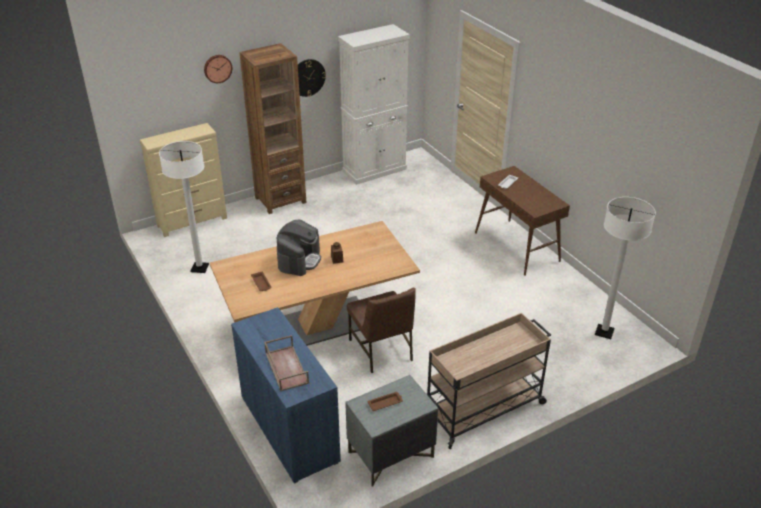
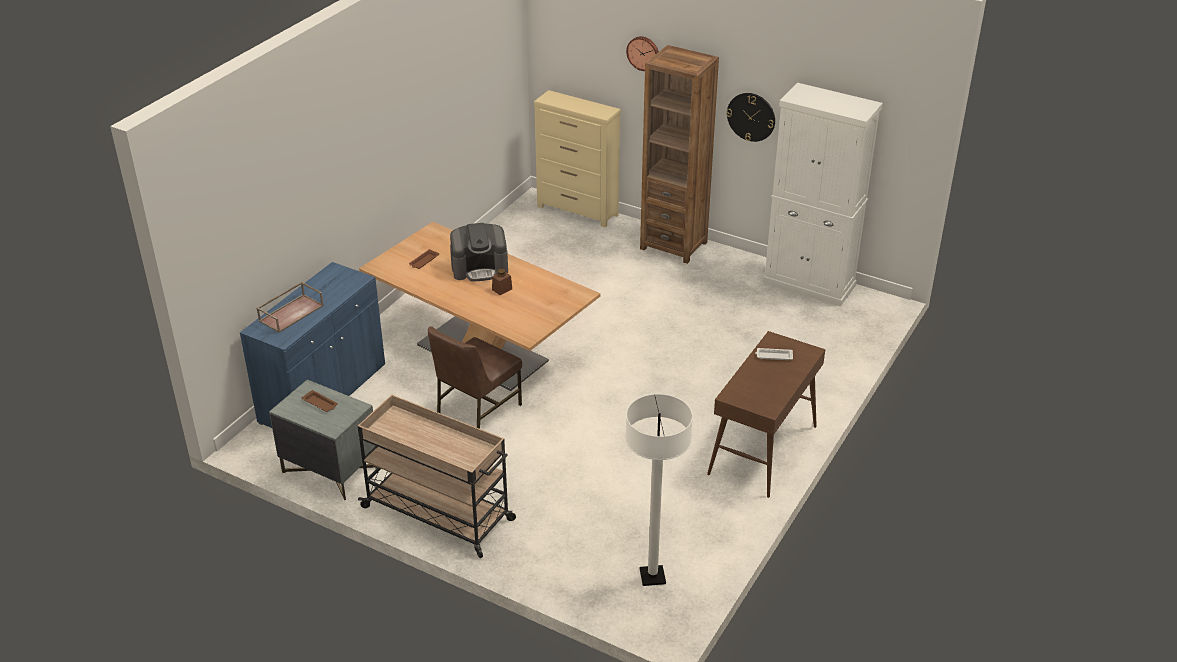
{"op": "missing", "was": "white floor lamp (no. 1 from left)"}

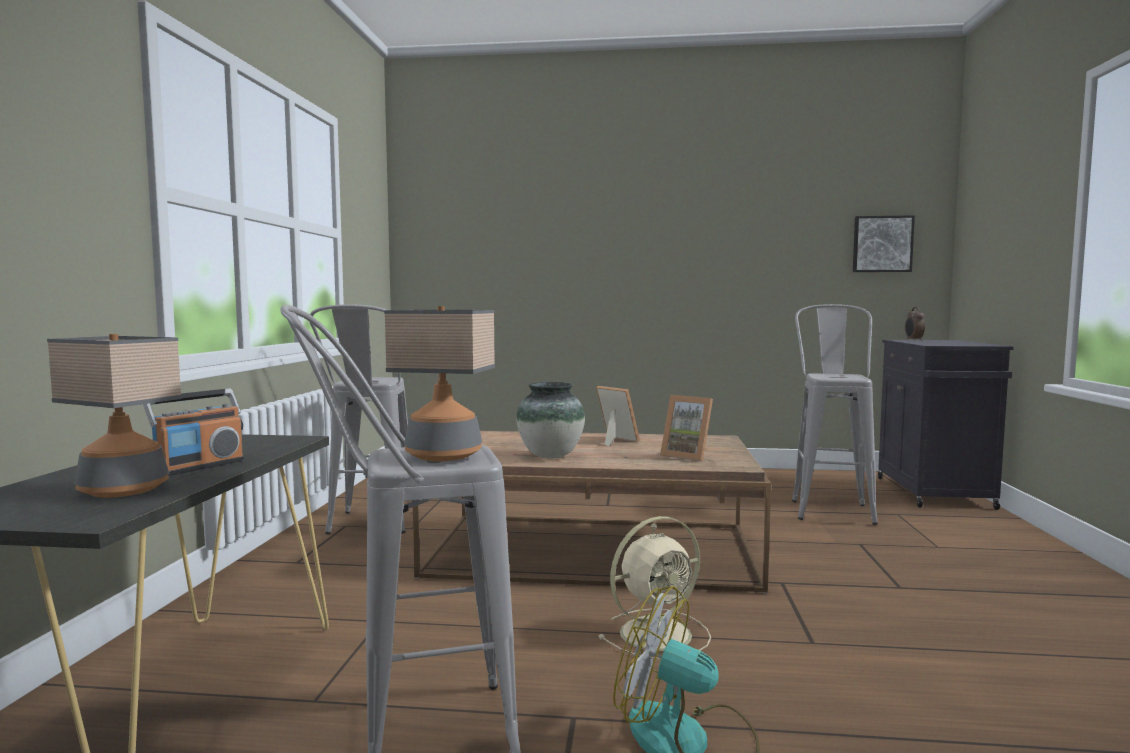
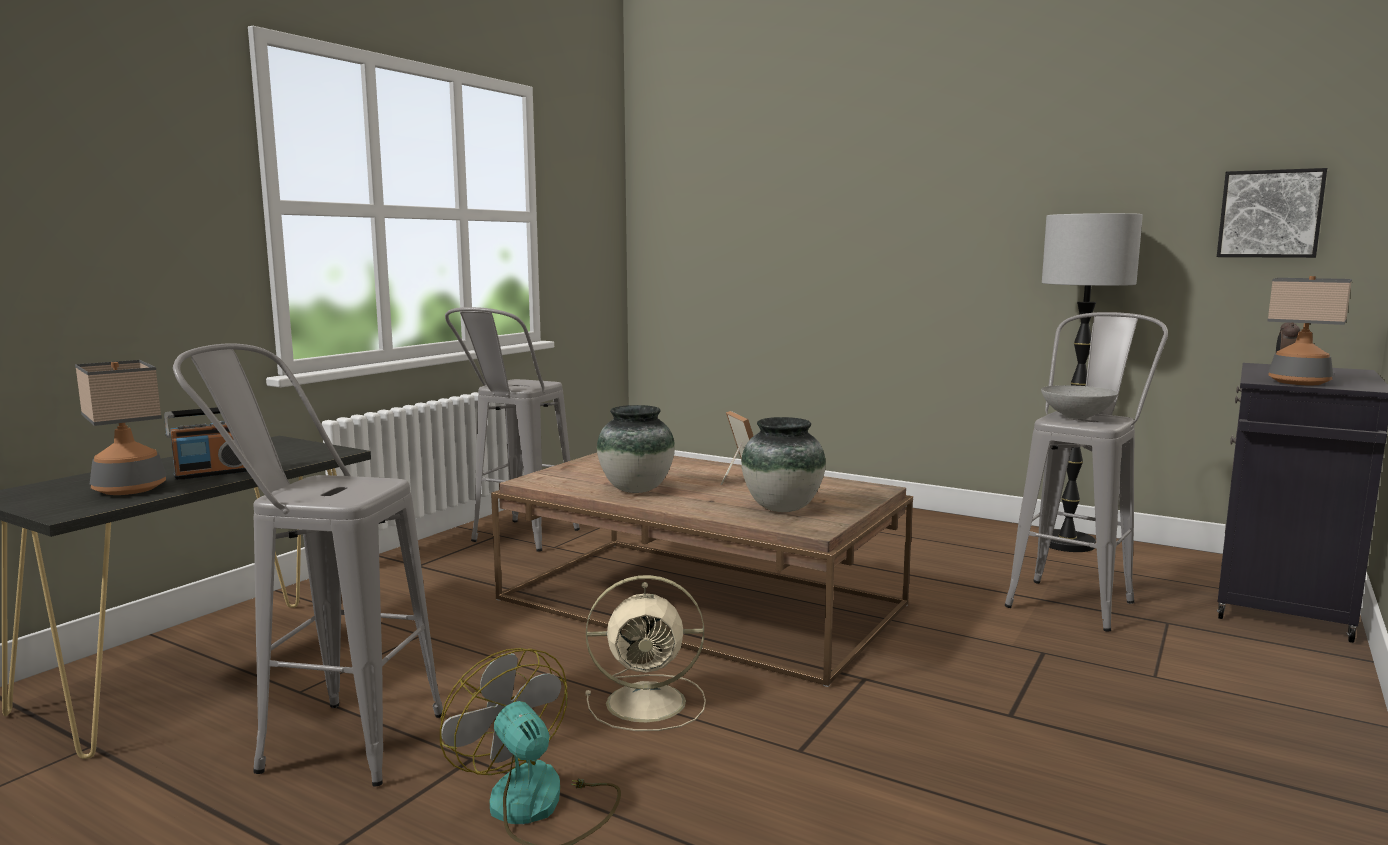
{"op": "exchanged", "was": "picture frame (no. 2 from left)", "now": "vase (no. 2 from left)"}
{"op": "appeared", "now": "grey bowl"}
{"op": "appeared", "now": "floor lamp"}
{"op": "relocated", "was": "table lamp (no. 2 from left)"}

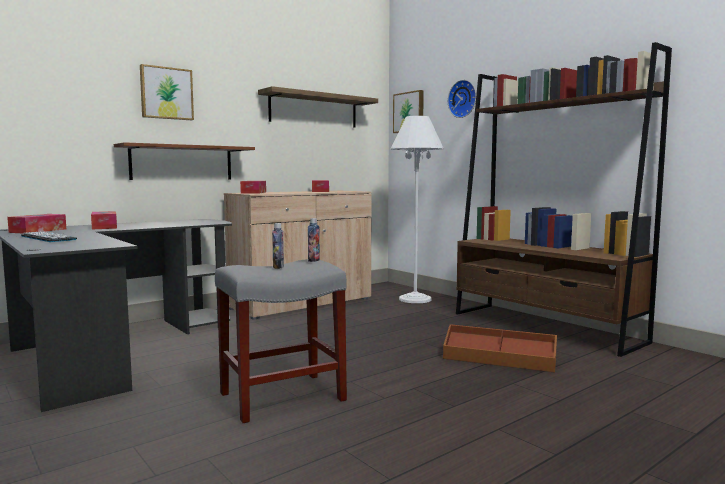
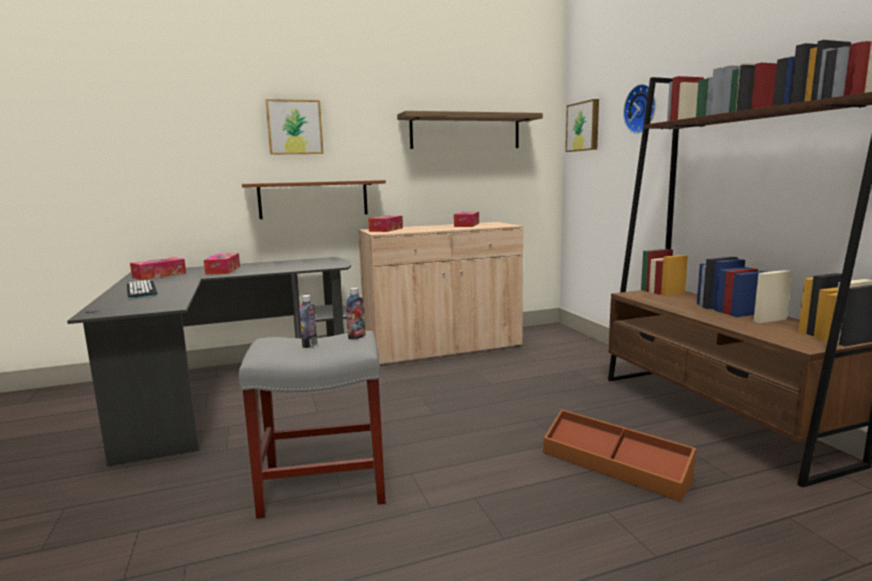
{"op": "missing", "was": "white floor lamp"}

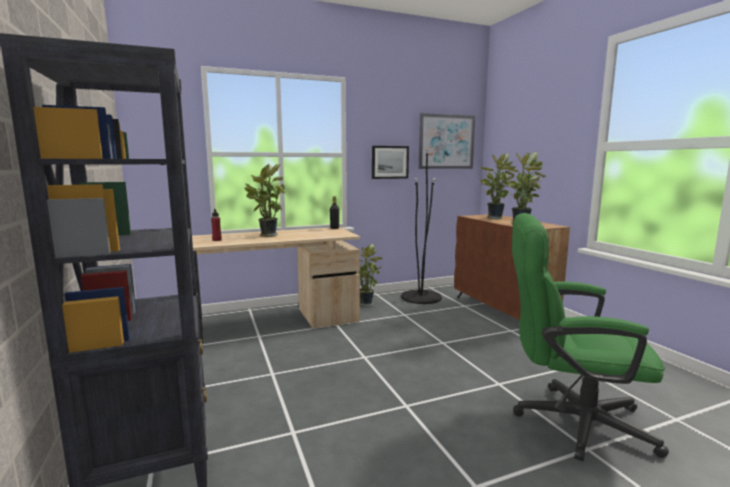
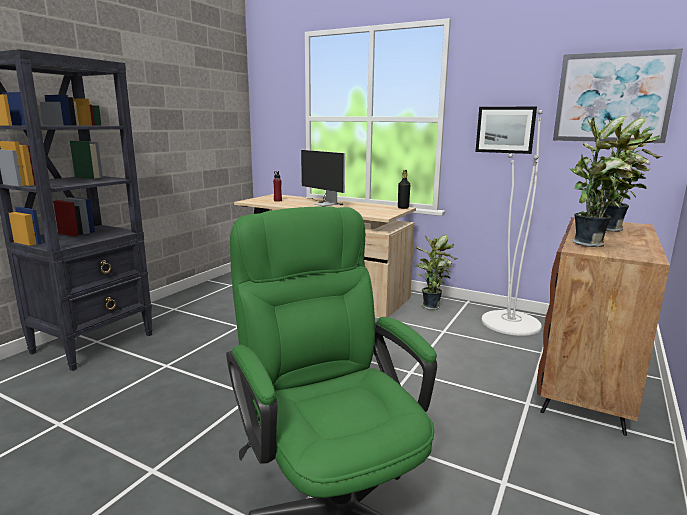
{"op": "exchanged", "was": "potted plant (no. 1 from left)", "now": "monitor"}
{"op": "colour", "was": "black floor lamp", "now": "white floor lamp"}

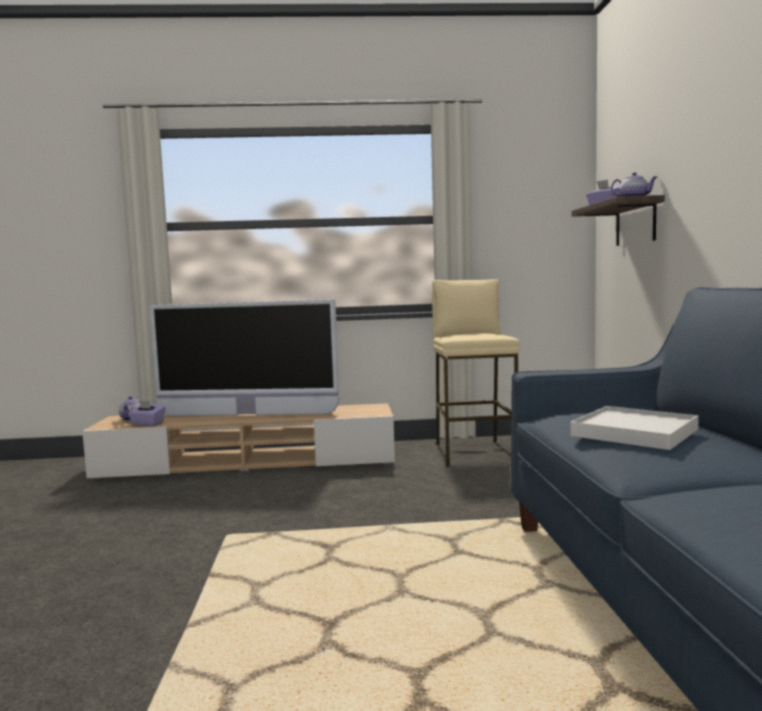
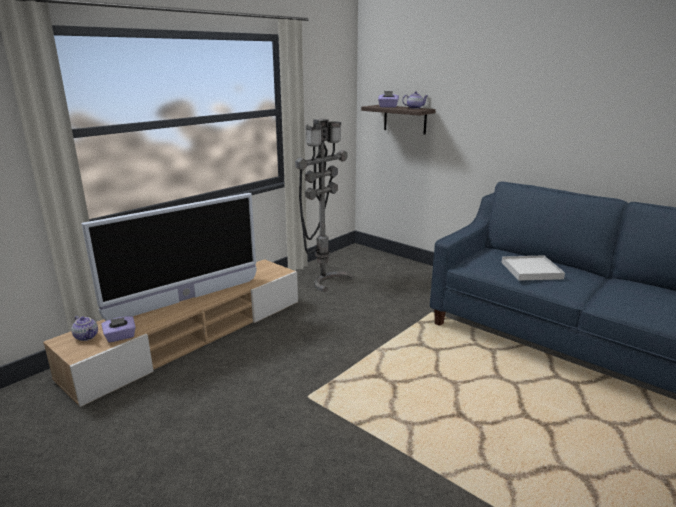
{"op": "exchanged", "was": "beige stool", "now": "grey floor lamp"}

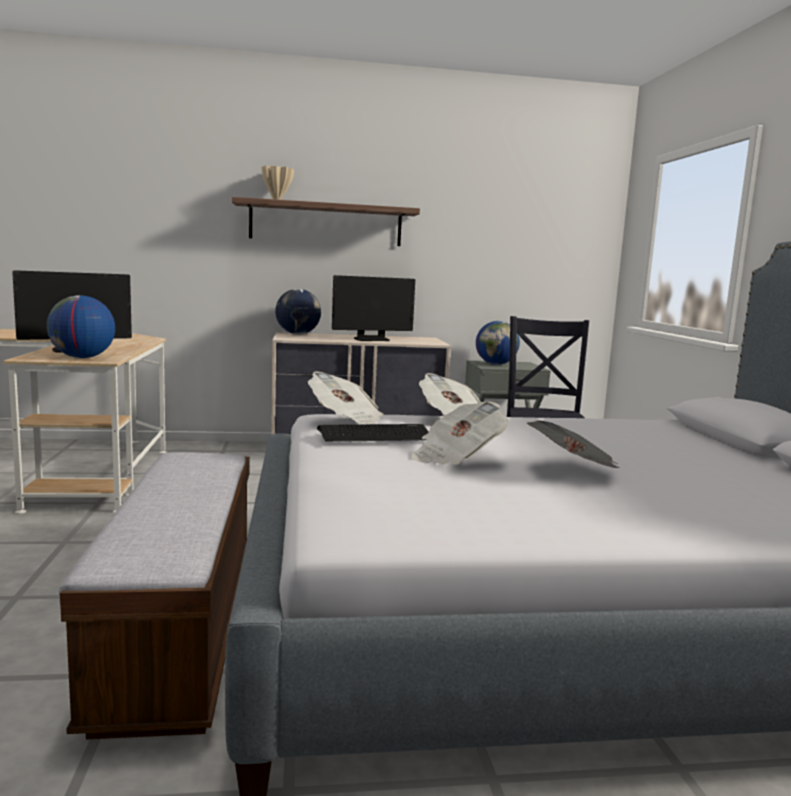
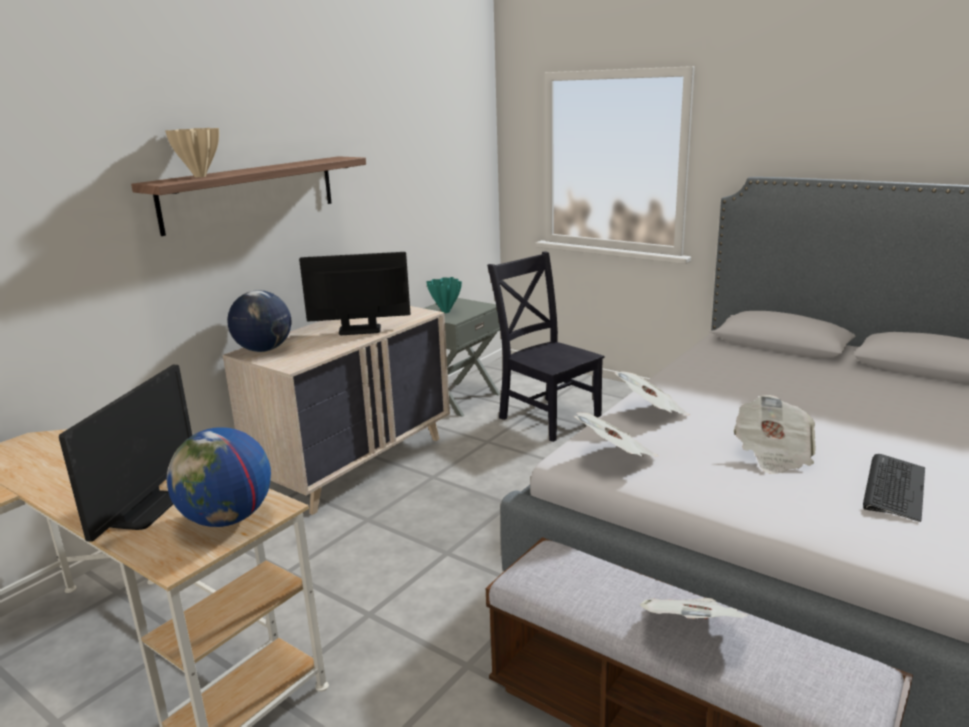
{"op": "spun", "was": "monitor (no. 2 from left)", "clockwise": -120}
{"op": "exchanged", "was": "globe (no. 3 from left)", "now": "turquoise vase"}
{"op": "relocated", "was": "newspaper (no. 4 from left in the first image)", "now": "newspaper (no. 3 from left)"}
{"op": "relocated", "was": "keyboard"}

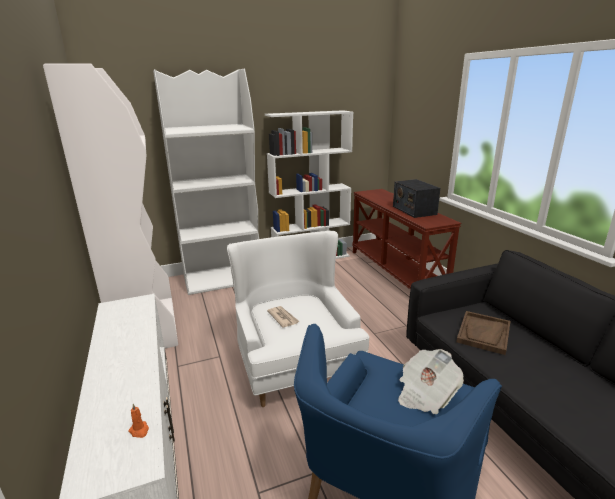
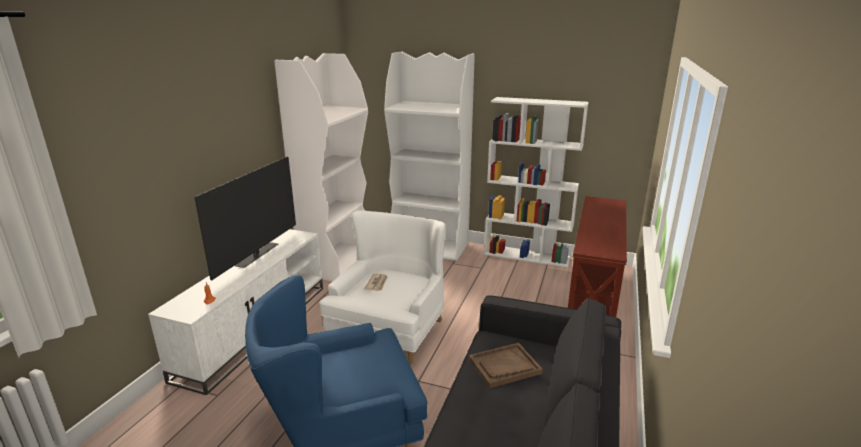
{"op": "appeared", "now": "television"}
{"op": "missing", "was": "radio"}
{"op": "missing", "was": "newspaper (no. 2 from left)"}

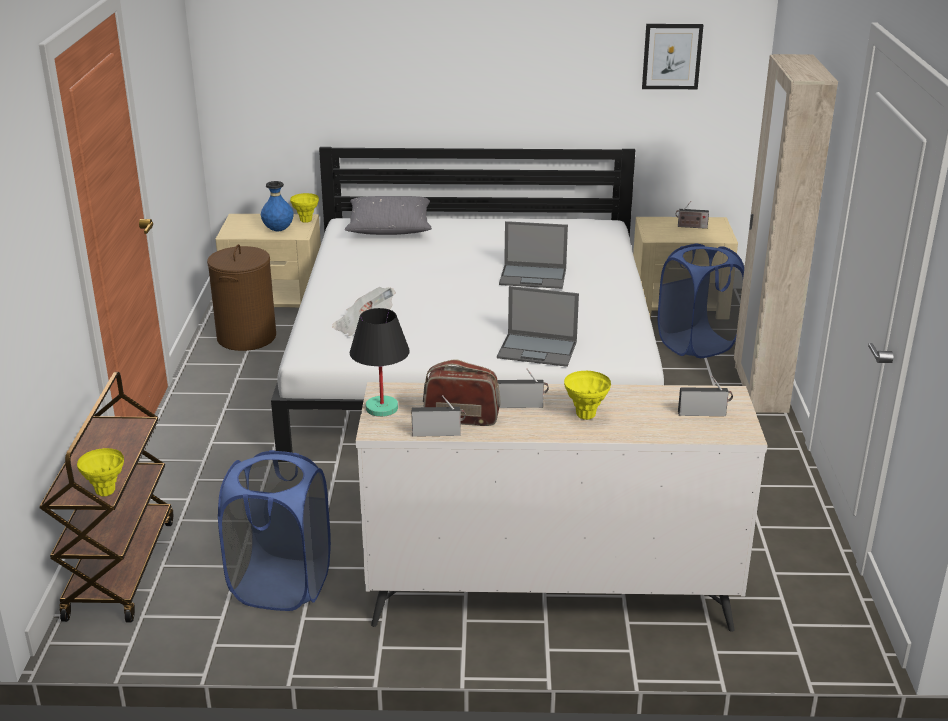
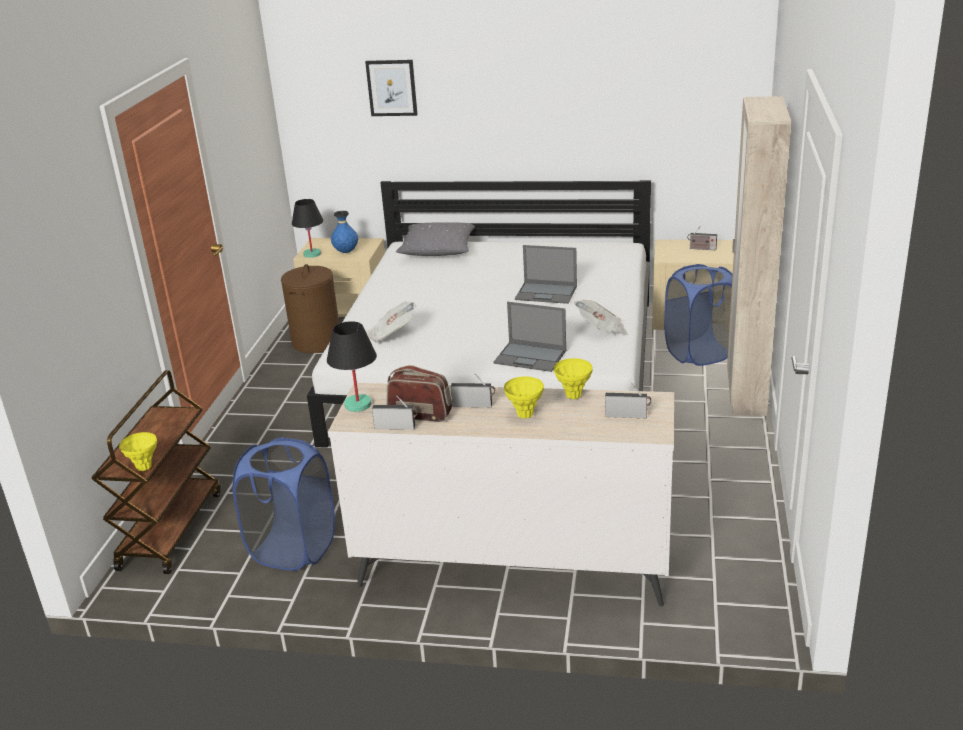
{"op": "appeared", "now": "black table lamp (no. 1 from left)"}
{"op": "relocated", "was": "picture"}
{"op": "relocated", "was": "yellow vase (no. 2 from left in the first image)", "now": "yellow vase (no. 3 from left)"}
{"op": "appeared", "now": "newspaper (no. 2 from left)"}

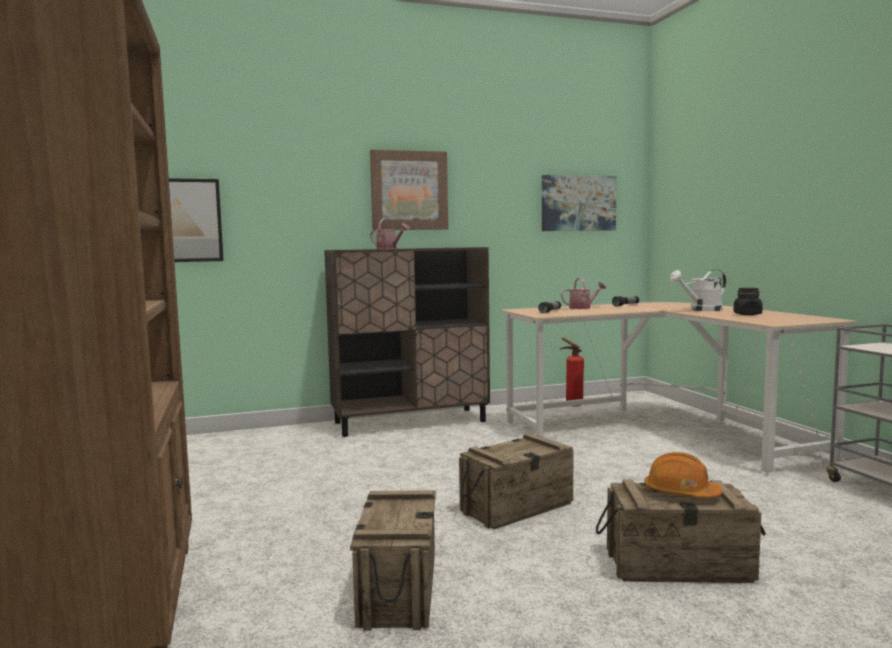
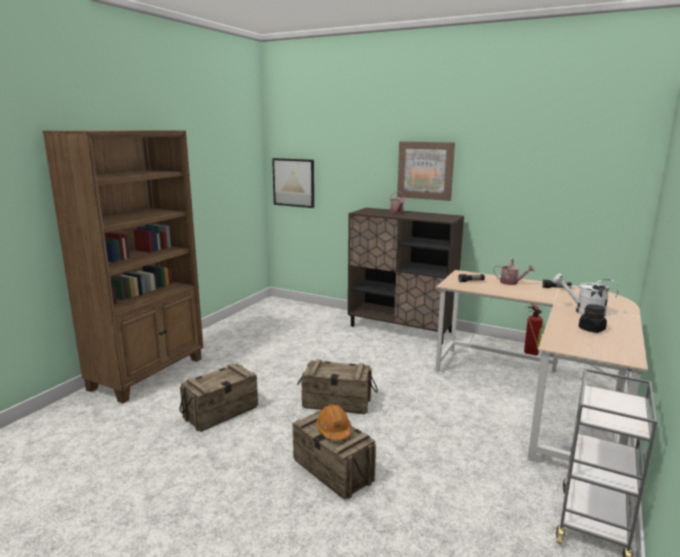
{"op": "missing", "was": "picture (no. 3 from left)"}

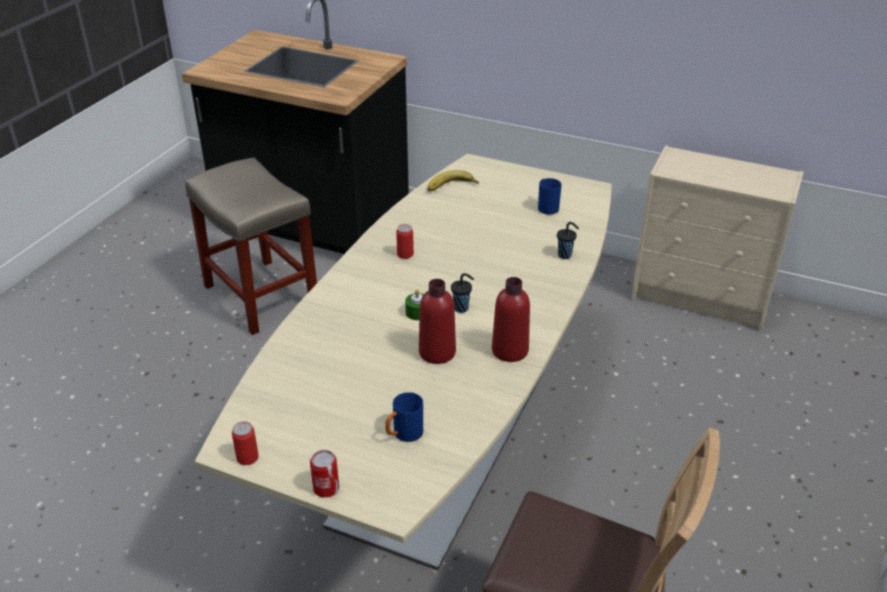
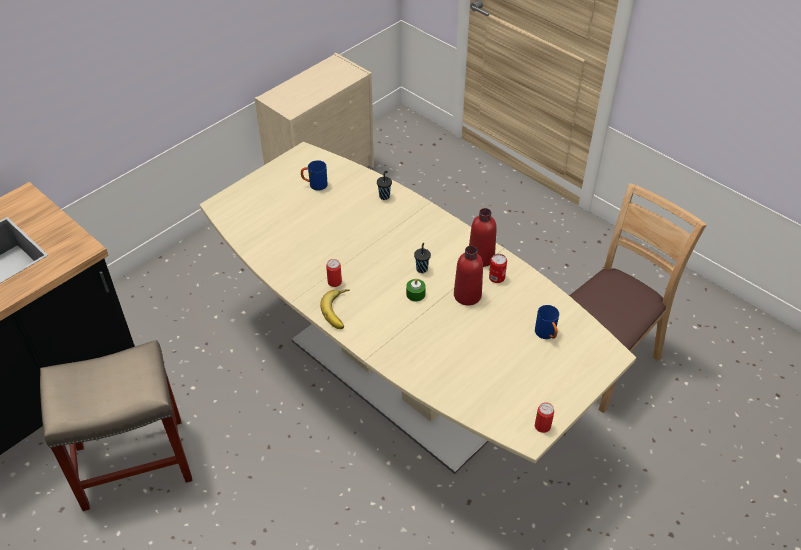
{"op": "relocated", "was": "banana"}
{"op": "relocated", "was": "can (no. 2 from left)"}

